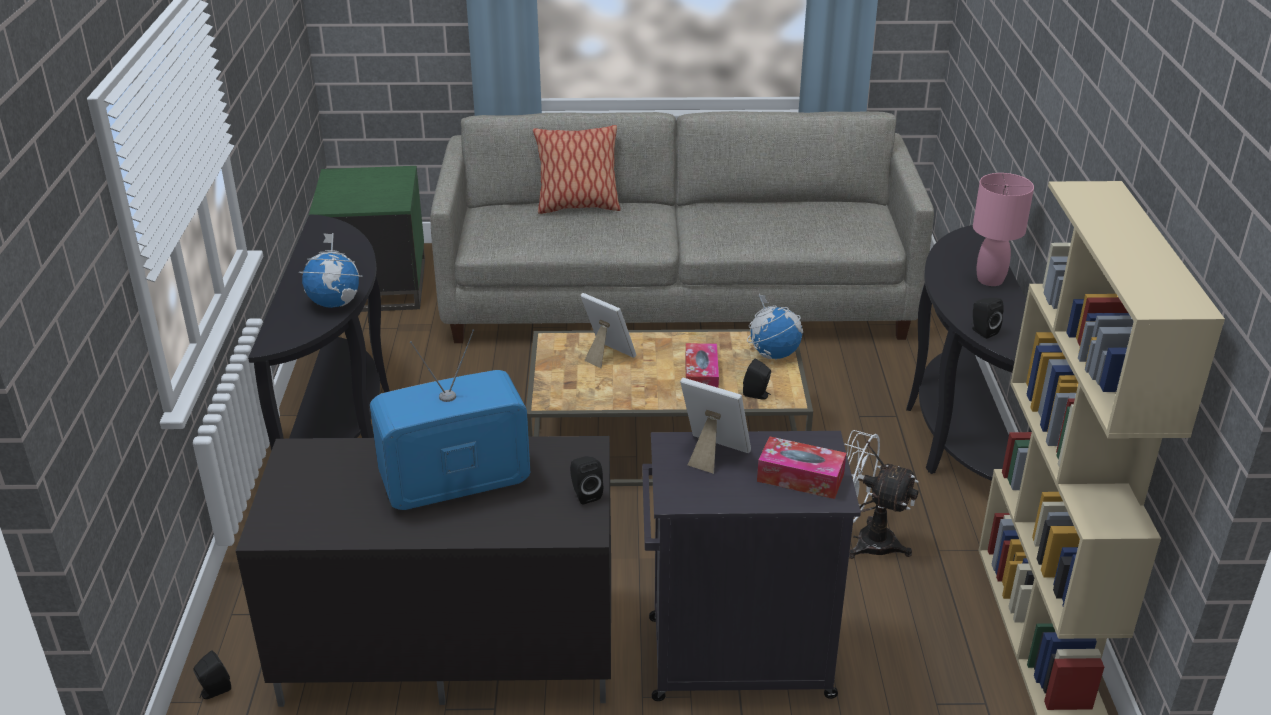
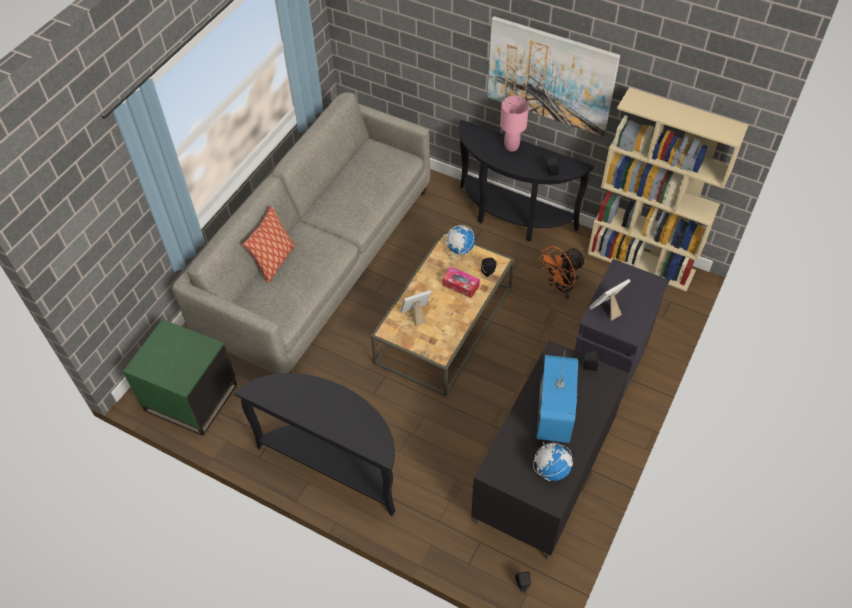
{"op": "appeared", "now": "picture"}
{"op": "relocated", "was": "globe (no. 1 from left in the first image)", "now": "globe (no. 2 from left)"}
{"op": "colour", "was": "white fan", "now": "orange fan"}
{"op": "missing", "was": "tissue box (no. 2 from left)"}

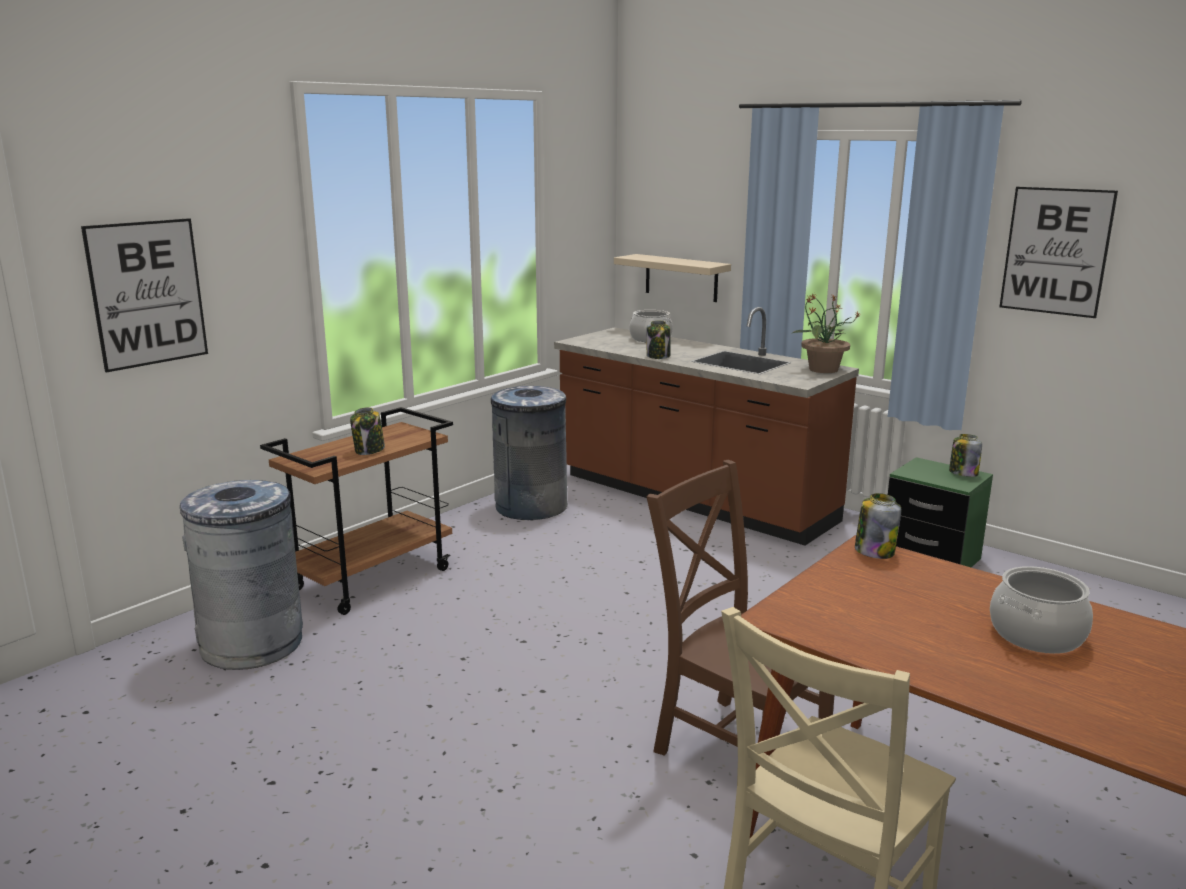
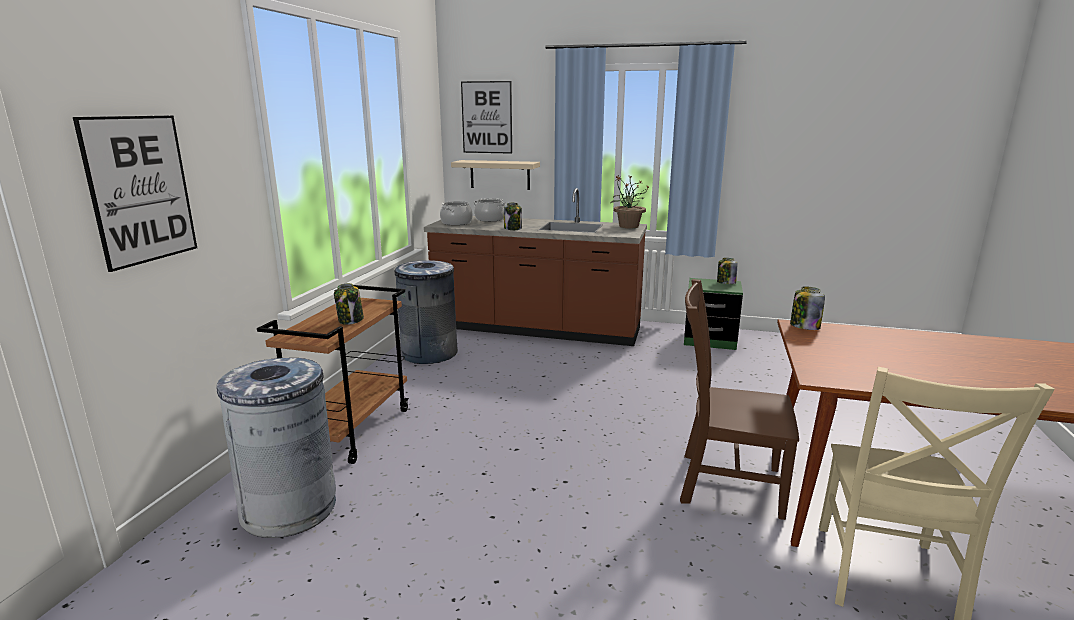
{"op": "relocated", "was": "cooking pot (no. 2 from left in the first image)", "now": "cooking pot (no. 1 from left)"}
{"op": "relocated", "was": "picture (no. 2 from left)"}

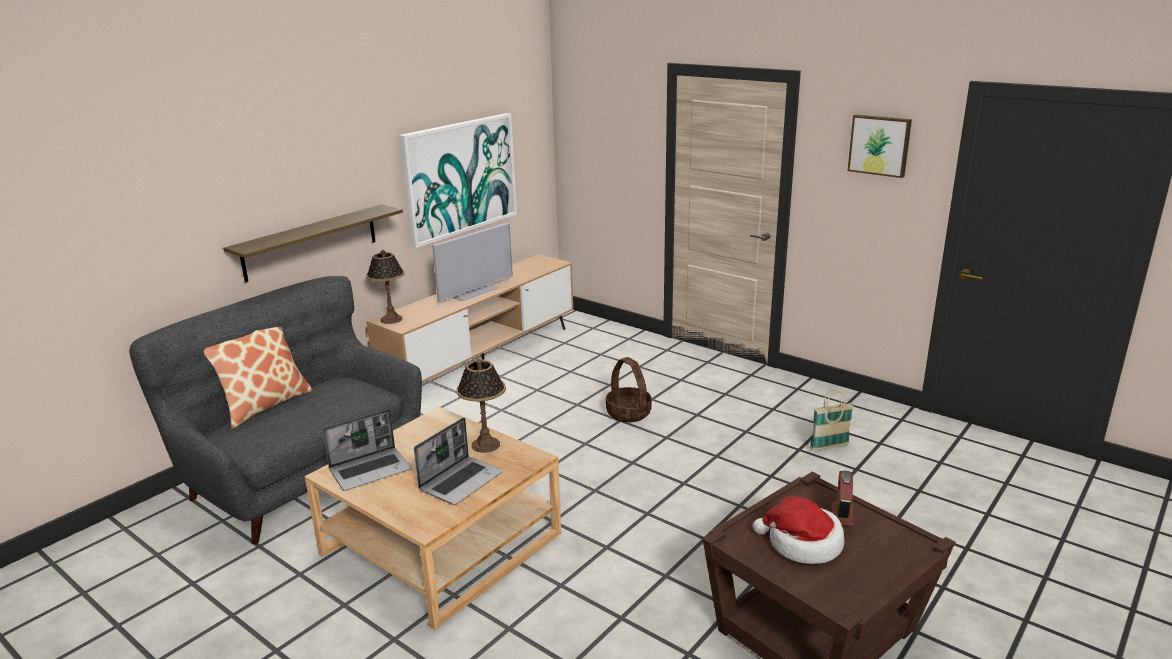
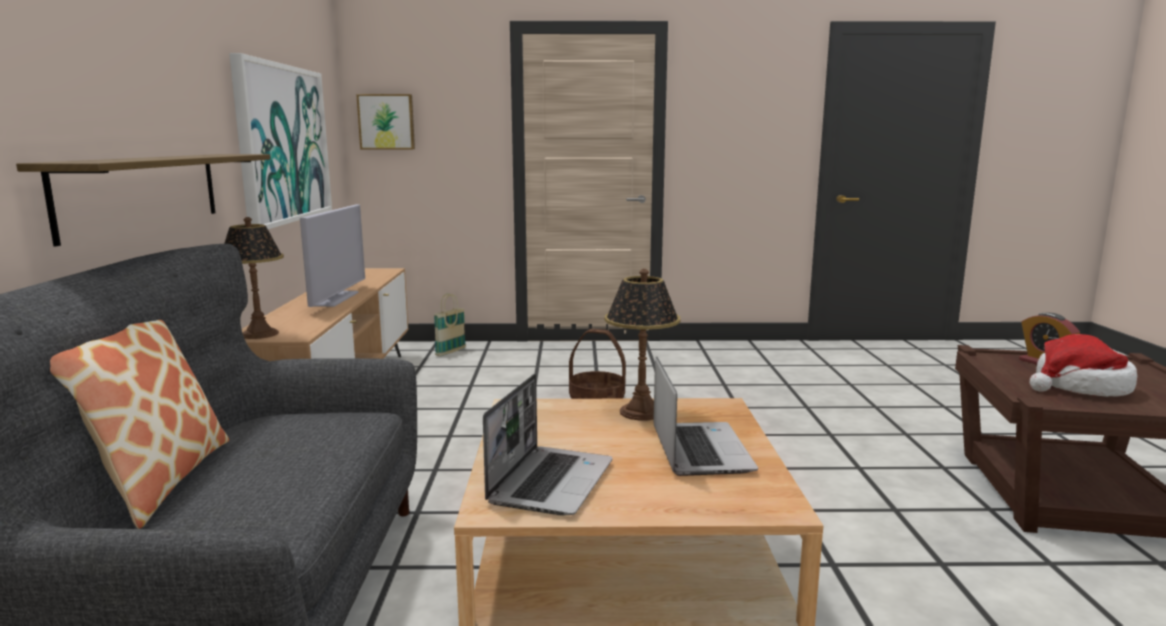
{"op": "relocated", "was": "picture (no. 2 from left)"}
{"op": "relocated", "was": "basket (no. 2 from left in the first image)", "now": "basket (no. 1 from left)"}

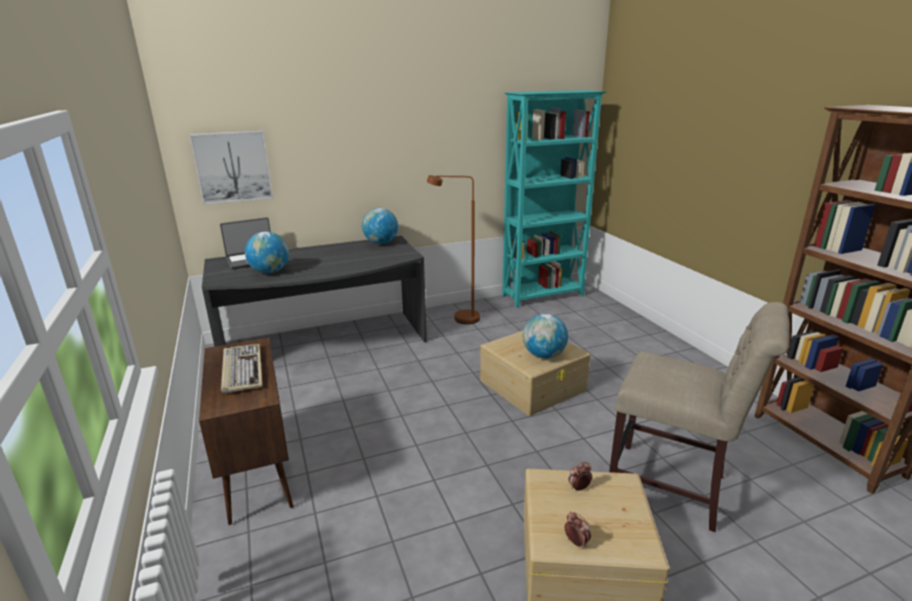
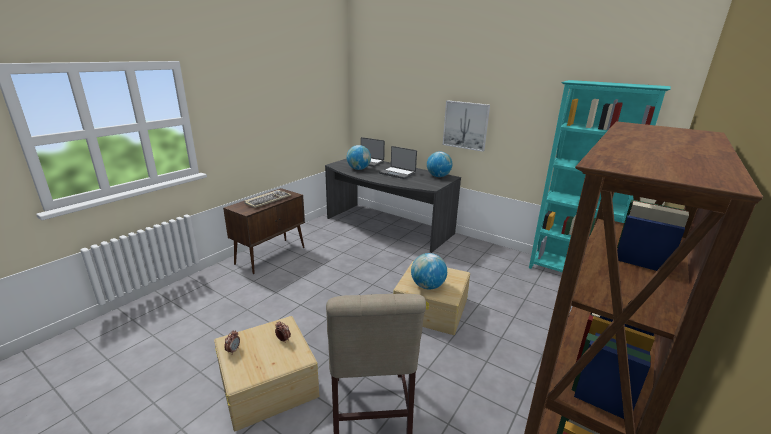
{"op": "appeared", "now": "laptop (no. 2 from left)"}
{"op": "relocated", "was": "picture"}
{"op": "missing", "was": "brown floor lamp"}

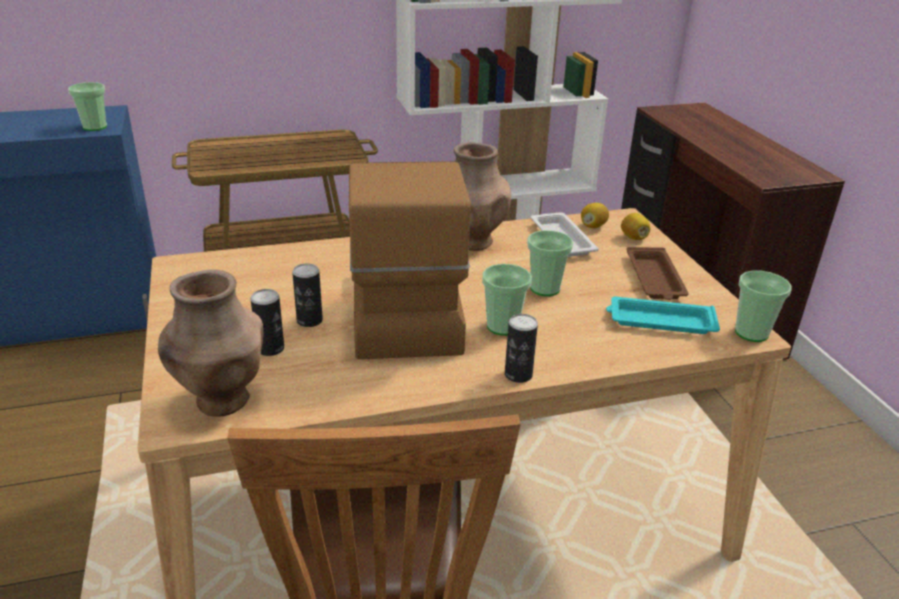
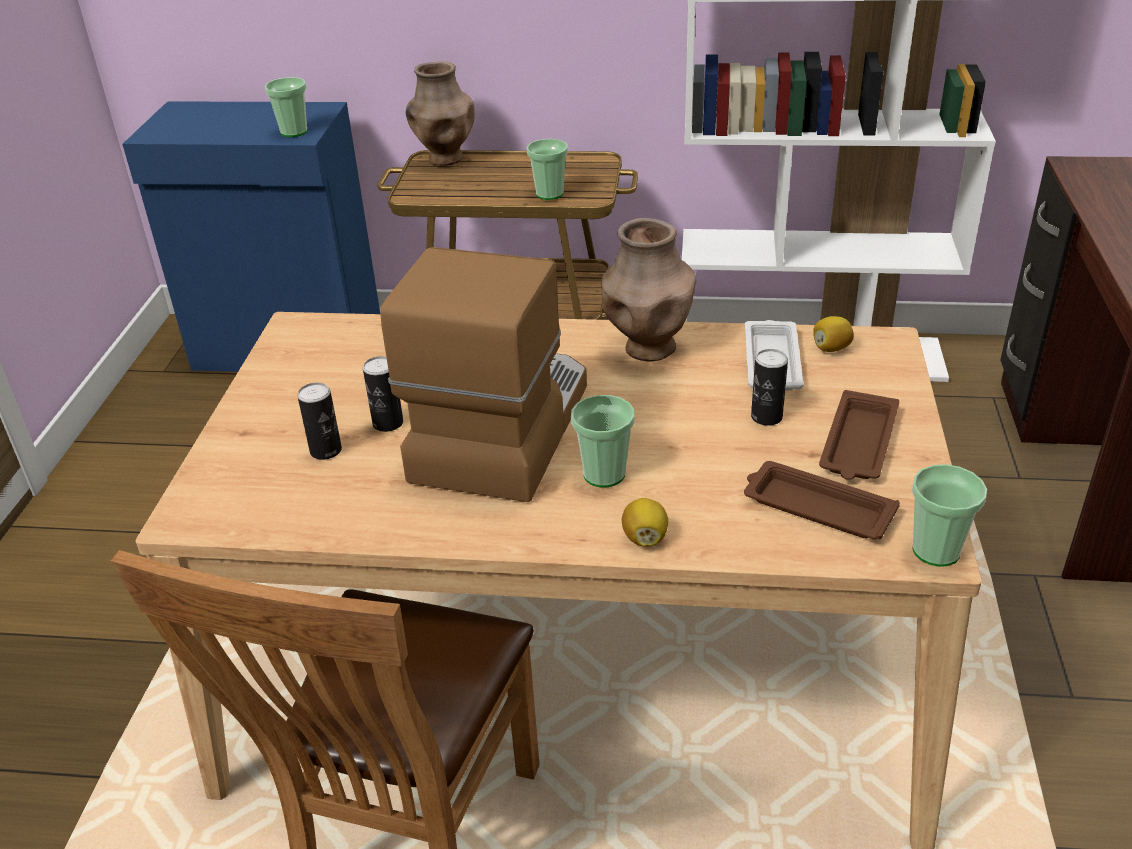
{"op": "relocated", "was": "brown vase (no. 1 from left)"}
{"op": "relocated", "was": "cup (no. 3 from left in the first image)", "now": "cup (no. 2 from left)"}
{"op": "relocated", "was": "lemon (no. 2 from left in the first image)", "now": "lemon (no. 1 from left)"}
{"op": "colour", "was": "turquoise tray", "now": "brown tray (no. 1 from left)"}
{"op": "relocated", "was": "can (no. 3 from left)"}

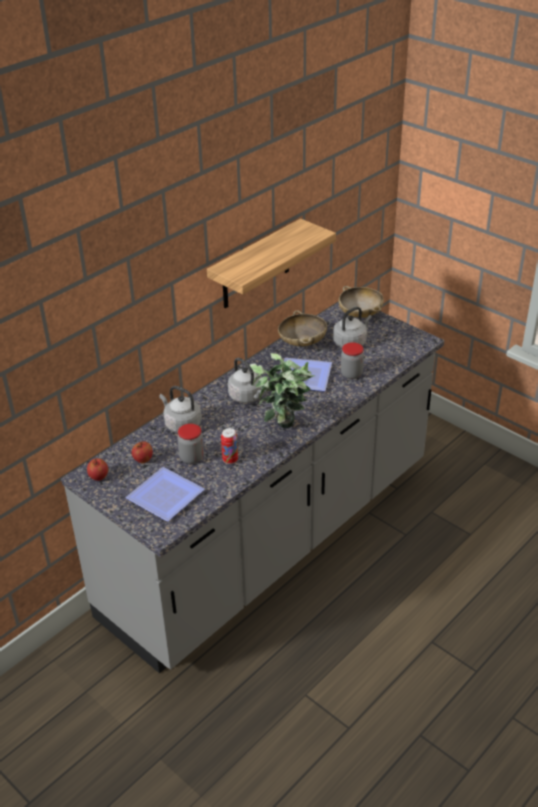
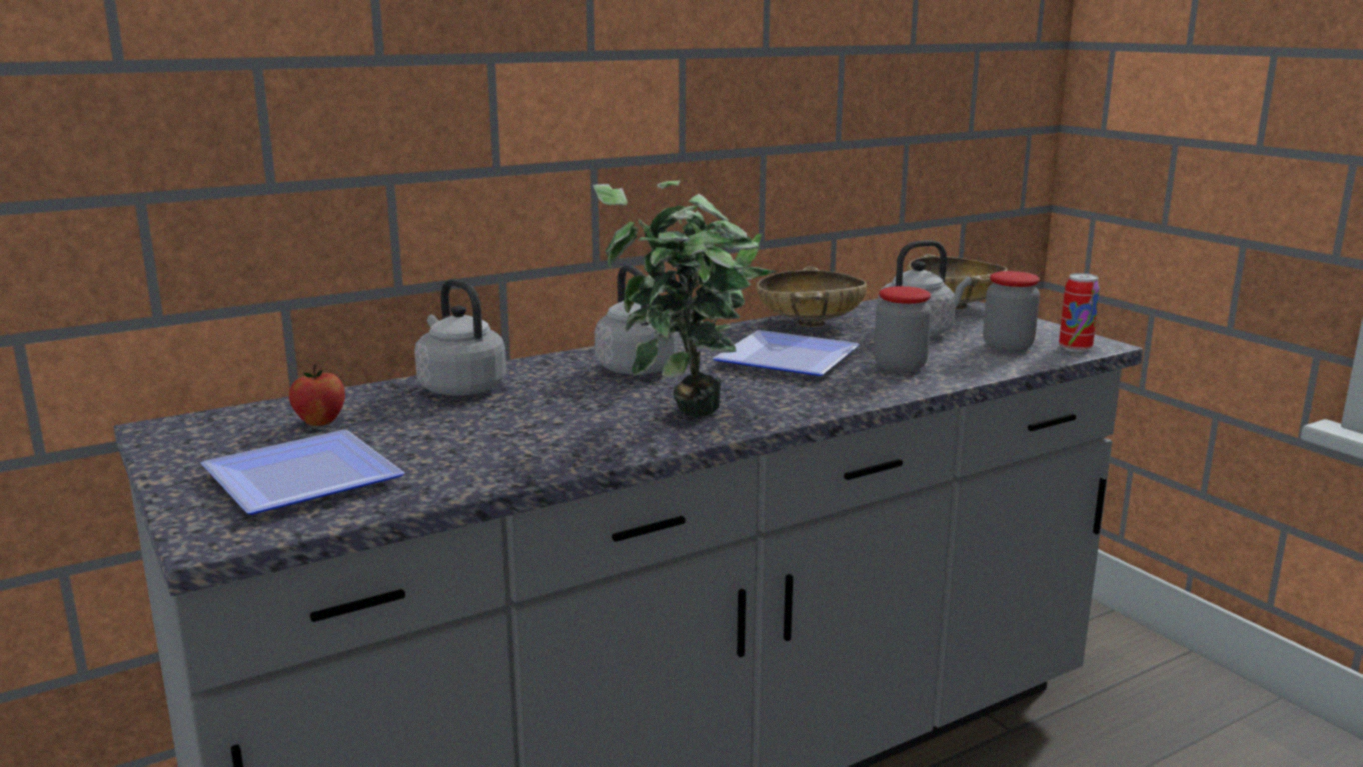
{"op": "relocated", "was": "jar (no. 1 from left in the first image)", "now": "jar (no. 2 from left)"}
{"op": "relocated", "was": "can"}
{"op": "missing", "was": "apple (no. 1 from left)"}
{"op": "missing", "was": "shelf"}

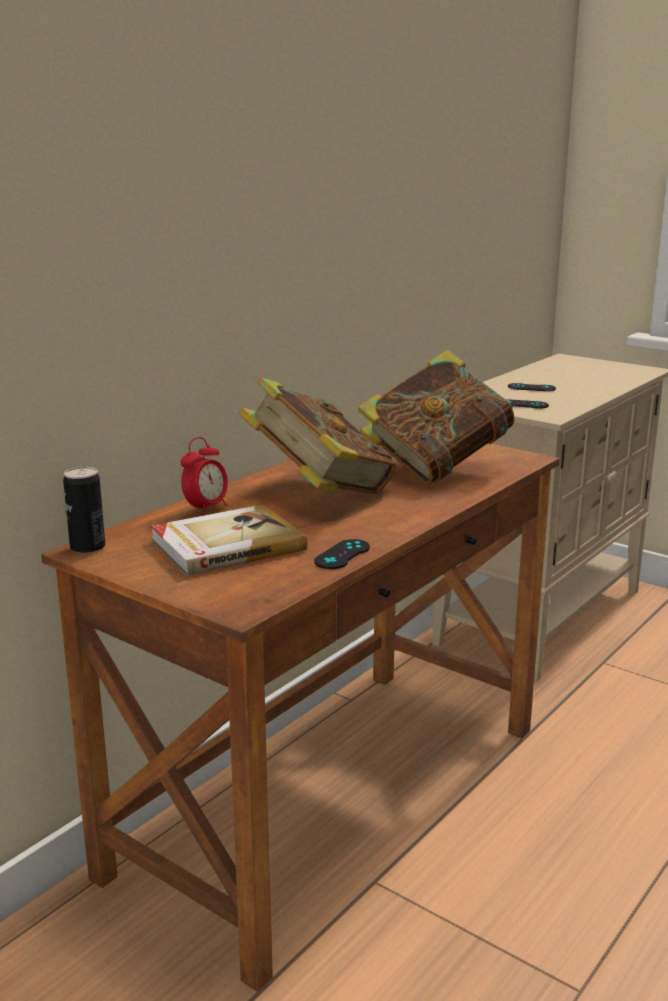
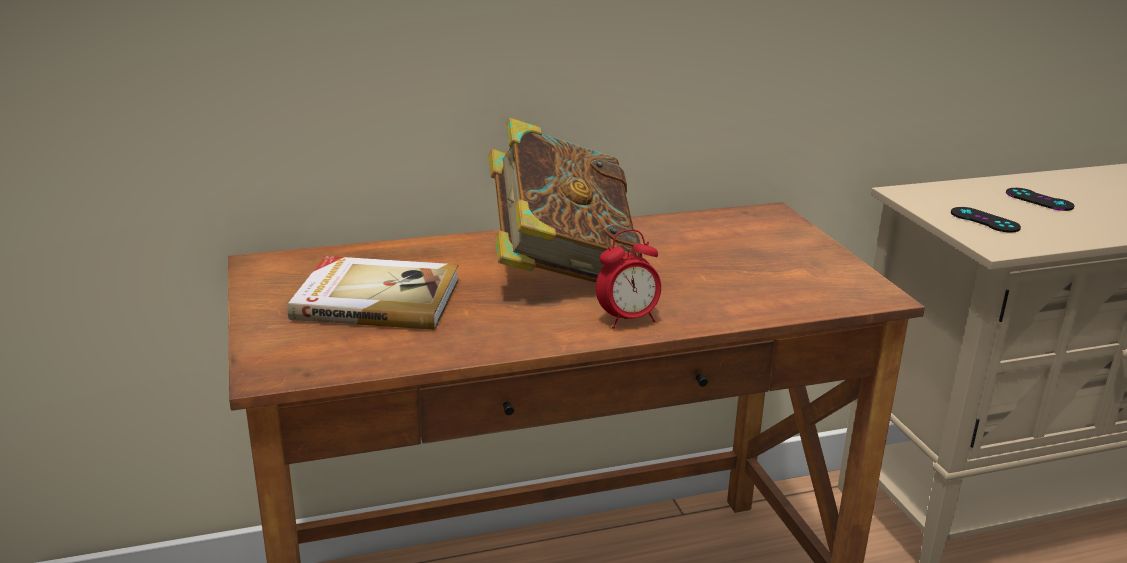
{"op": "relocated", "was": "alarm clock"}
{"op": "missing", "was": "can"}
{"op": "missing", "was": "black game controller (no. 1 from left)"}
{"op": "missing", "was": "book (no. 3 from left)"}

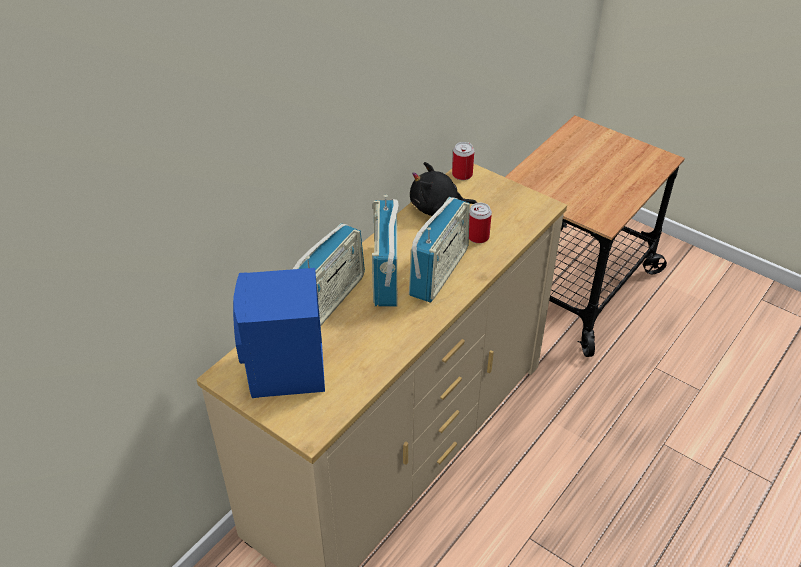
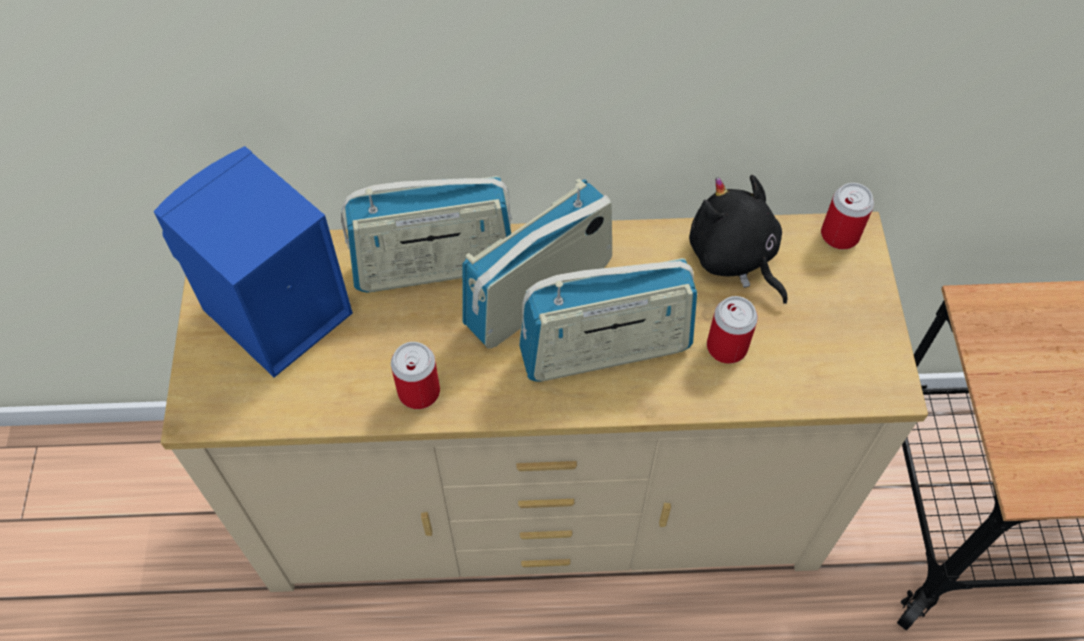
{"op": "appeared", "now": "can (no. 1 from left)"}

